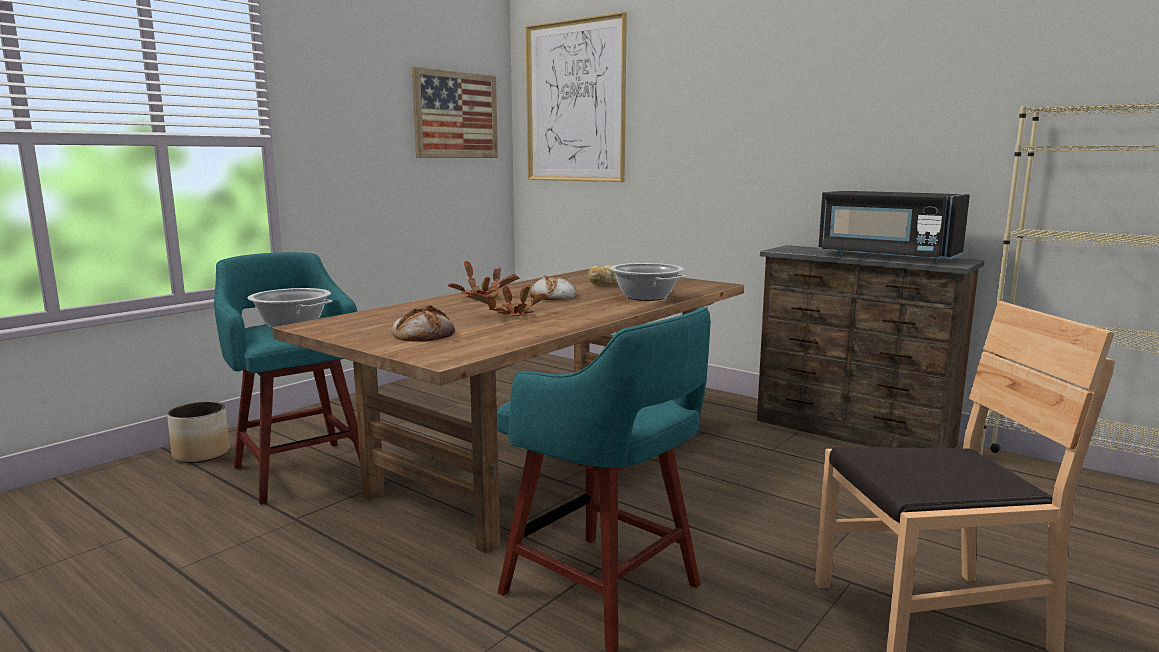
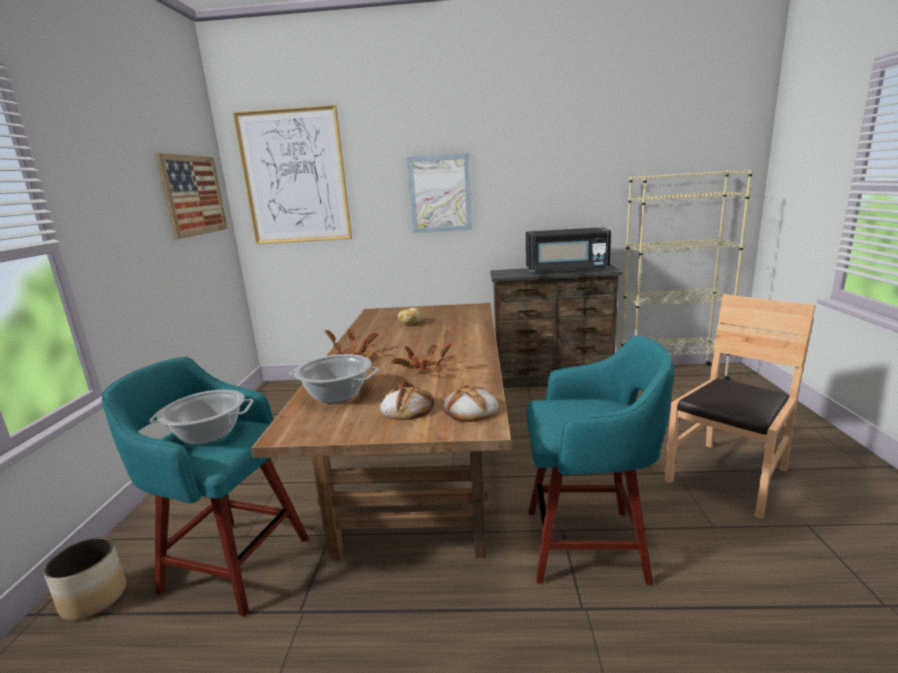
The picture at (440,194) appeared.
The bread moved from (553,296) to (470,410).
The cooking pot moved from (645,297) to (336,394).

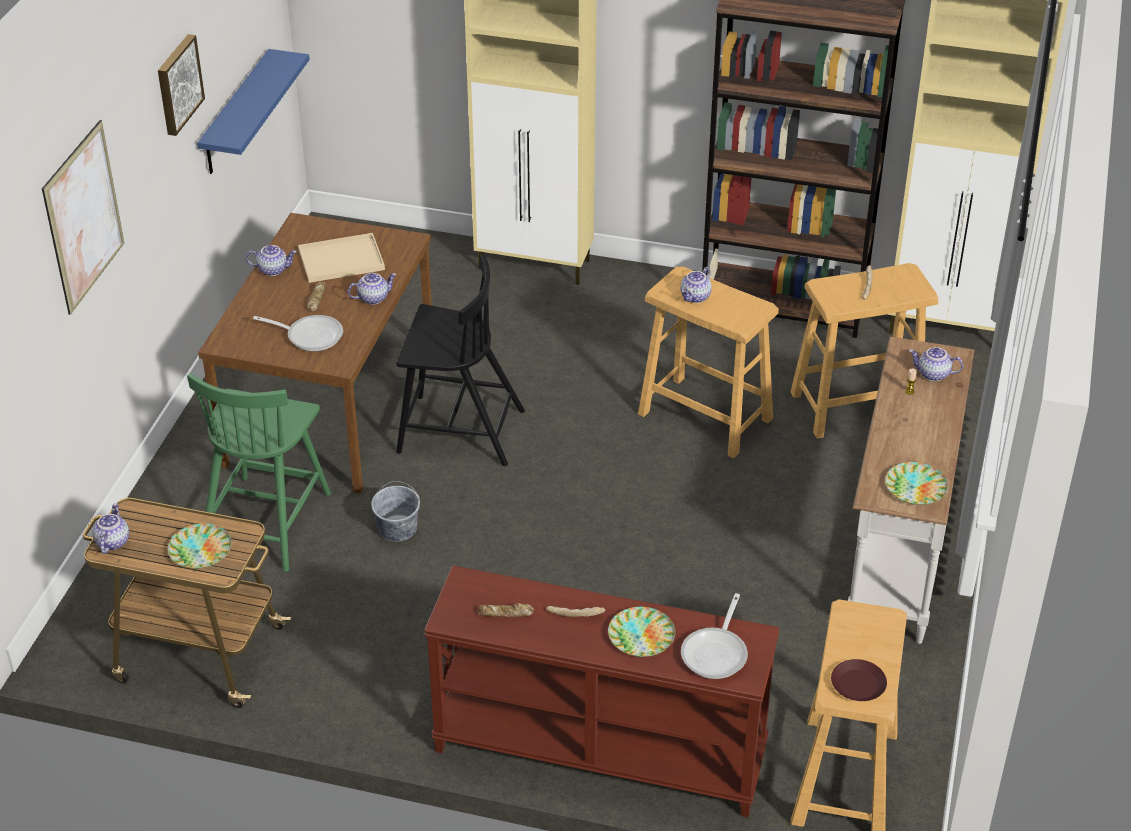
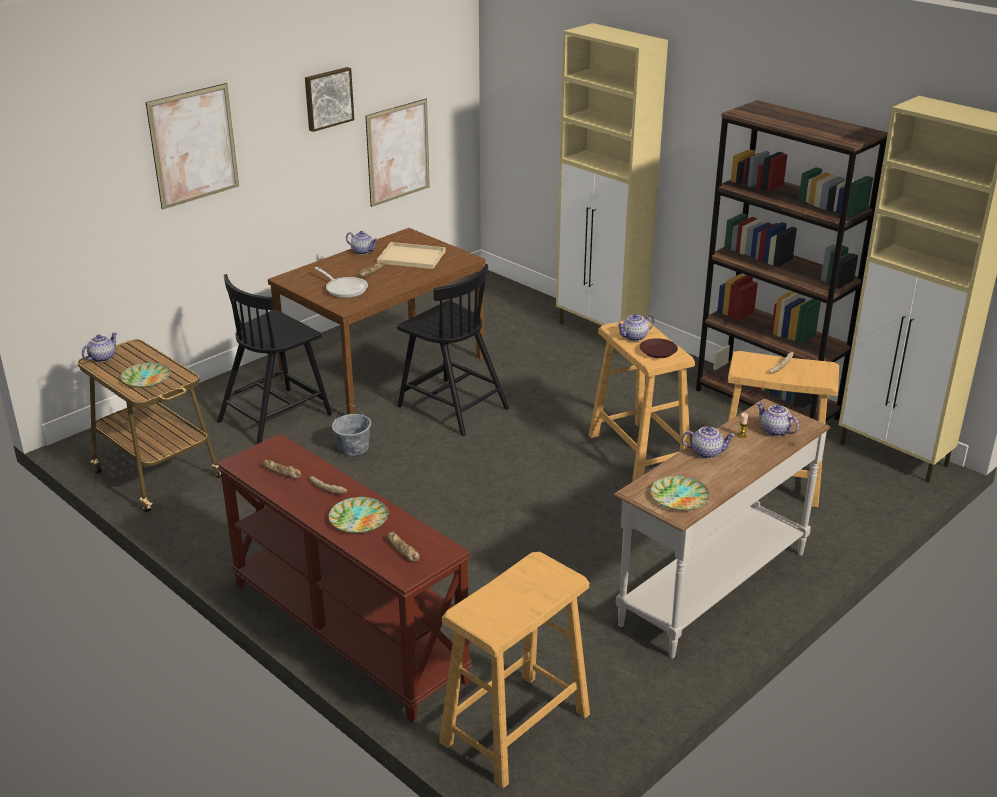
The teapot moved from (373,298) to (706,452).
The plate in brown moved from (857,685) to (657,351).
The shelf in blue at (236,114) was replaced by the picture at (398,152).
The frying pan at (716,652) was replaced by the bread at (402,550).
The chair in green at (266,521) became the chair in black at (276,417).

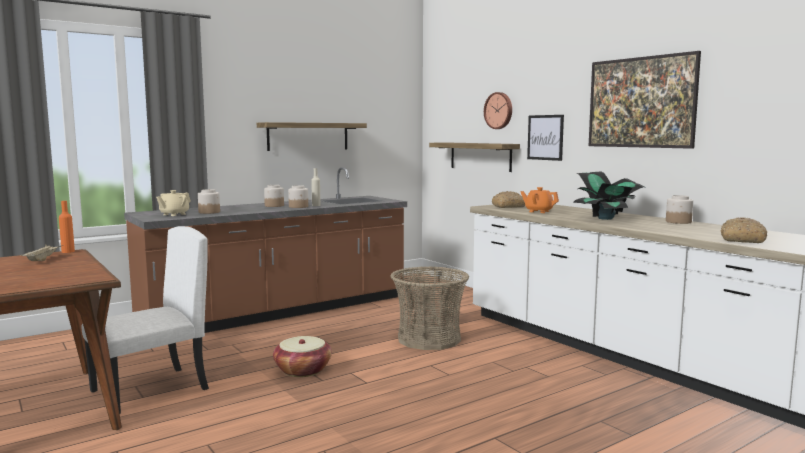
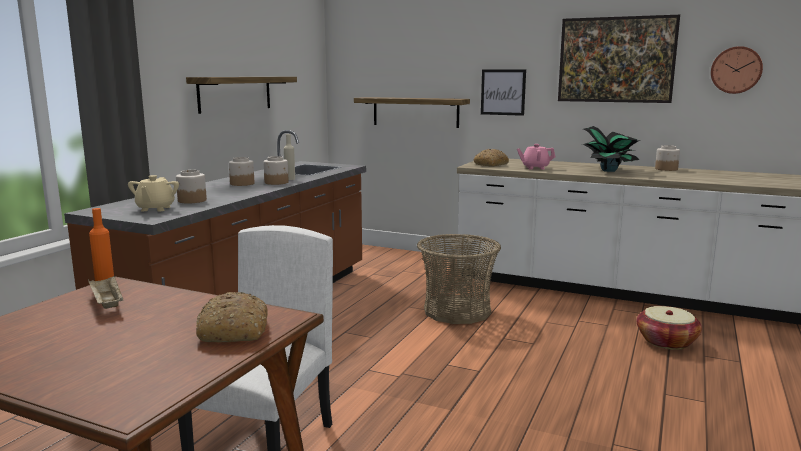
The basket moved from (303,370) to (666,341).
The wall clock moved from (499,110) to (736,70).
The bread moved from (741,239) to (233,330).
The teapot in orange at (538,211) became the teapot in pink at (535,168).

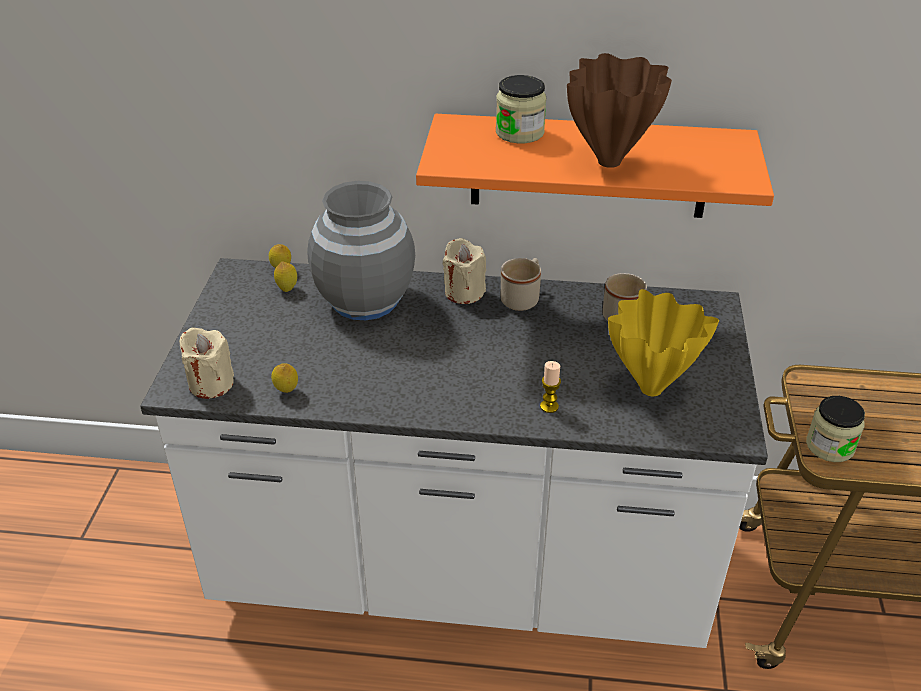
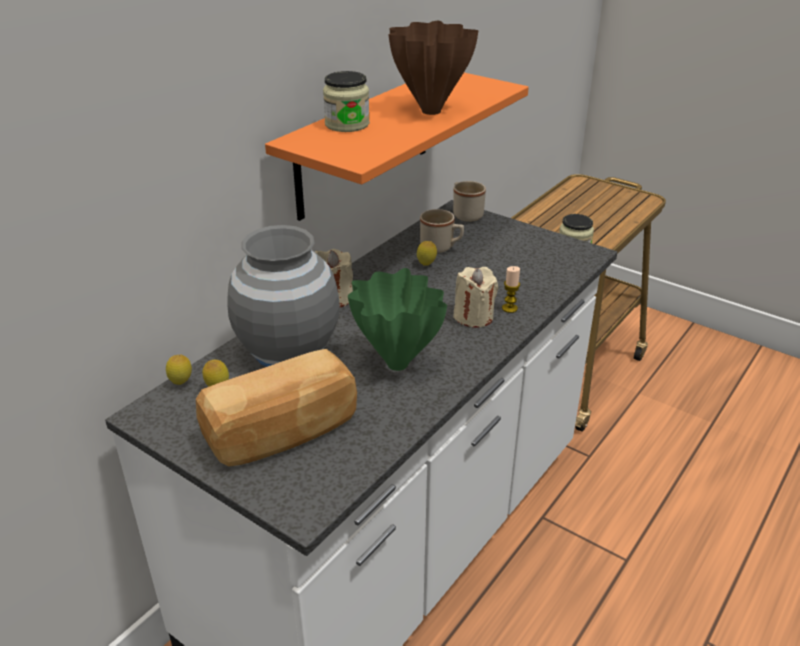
The vase in yellow at (649,389) disappeared.
The bread at (283,433) appeared.
The vase in green at (395,363) appeared.
The candle in beige moved from (211,384) to (473,317).
The lemon moved from (286,391) to (426,265).
The mug in beige moved from (522,298) to (465,214).

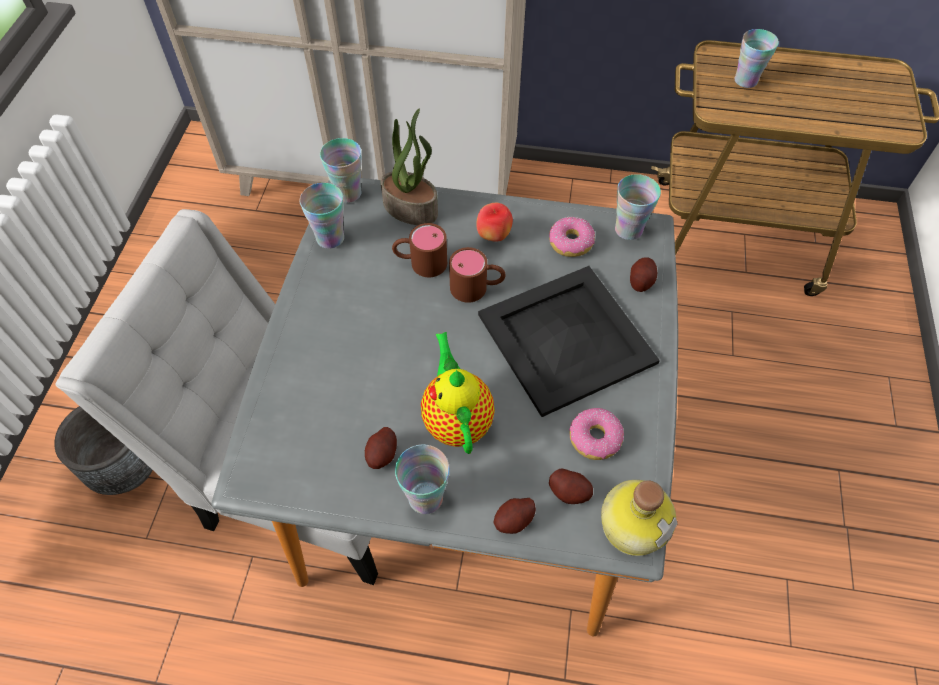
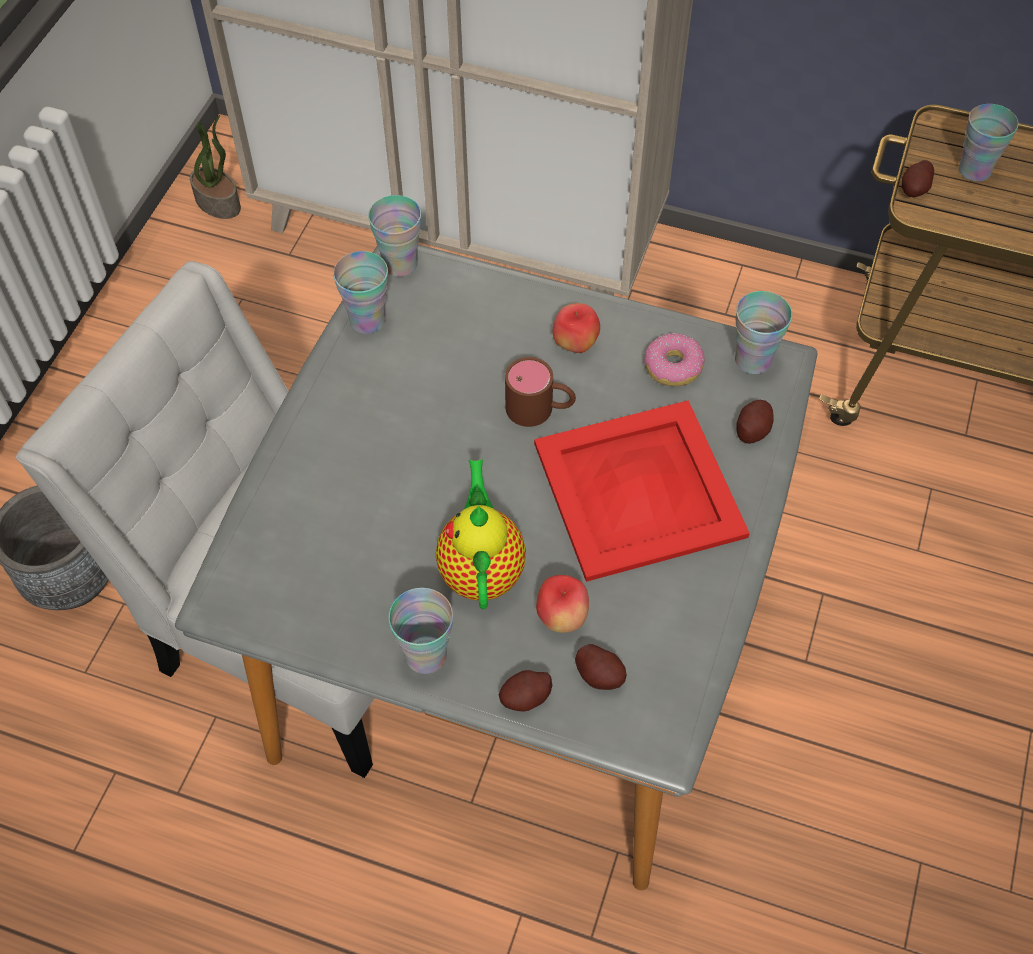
The mug in brown at (420,262) disappeared.
The donut at (595,438) disappeared.
The bottle at (633,523) disappeared.
The apple at (562,618) appeared.
The potato moved from (382,455) to (914,190).
The potted plant moved from (411,208) to (219,202).
The tray in black at (565,340) became the tray in red at (637,491).

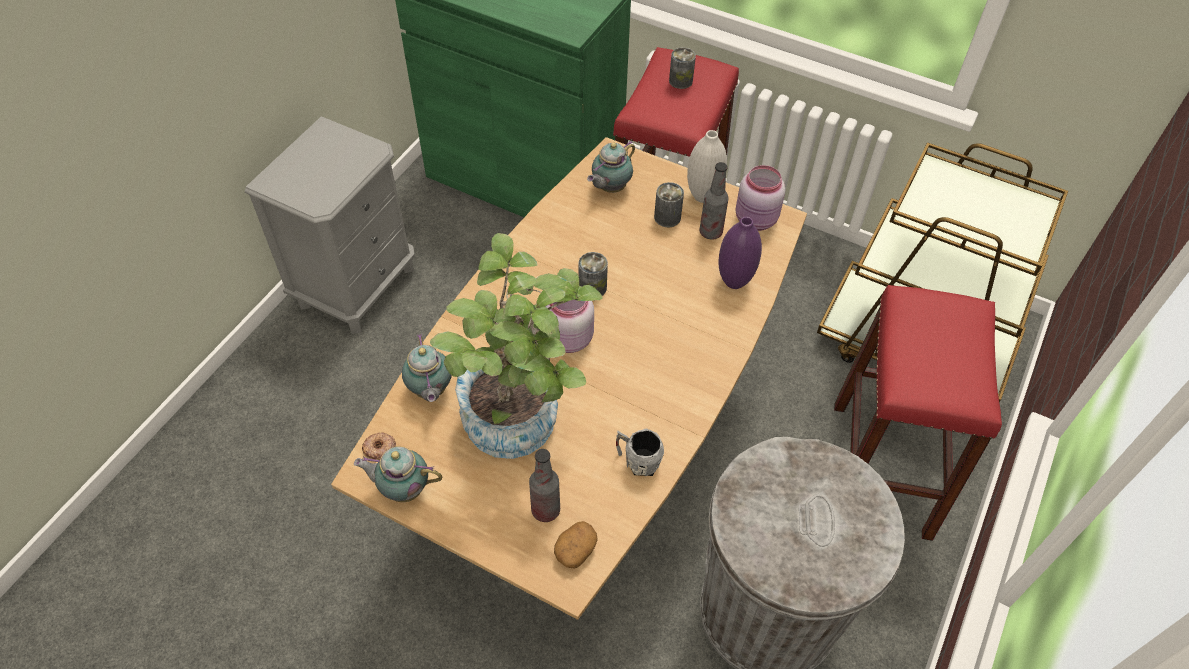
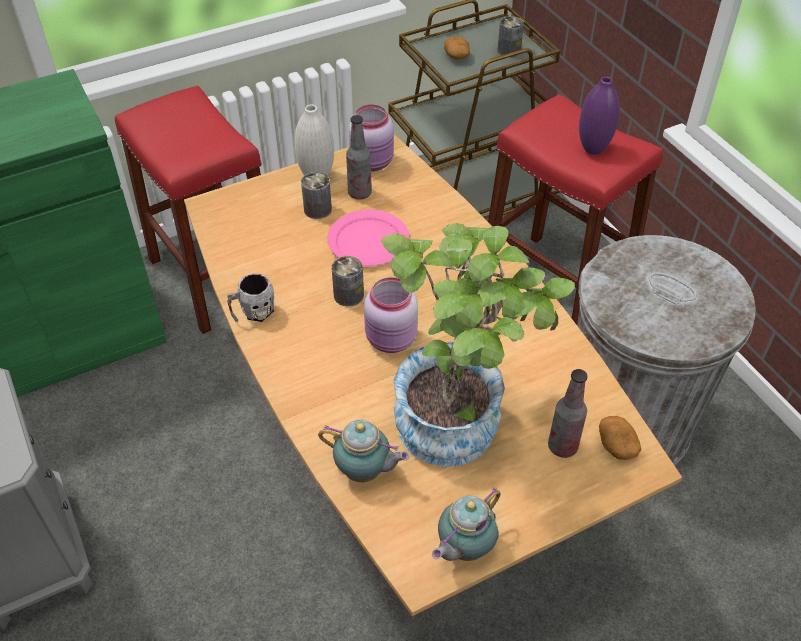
The donut at (379,448) disappeared.
The teapot at (610,188) disappeared.
The plate in pink at (368,241) appeared.
The potato at (457,56) appeared.
The mug in grey moved from (637,461) to (253,313).
The can moved from (680,81) to (509,50).
The vase in purple moved from (734,282) to (593,149).

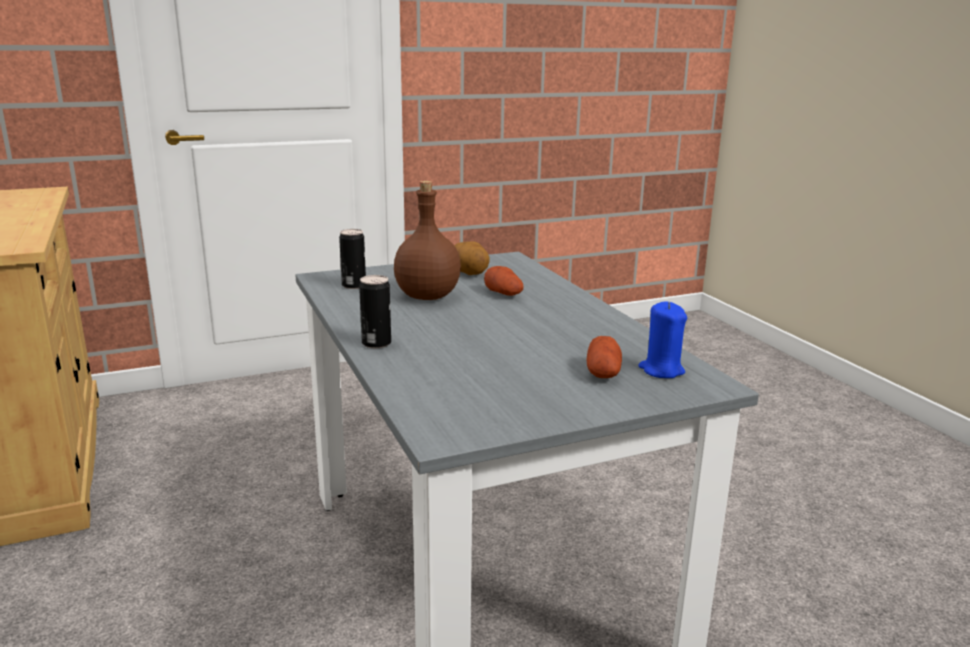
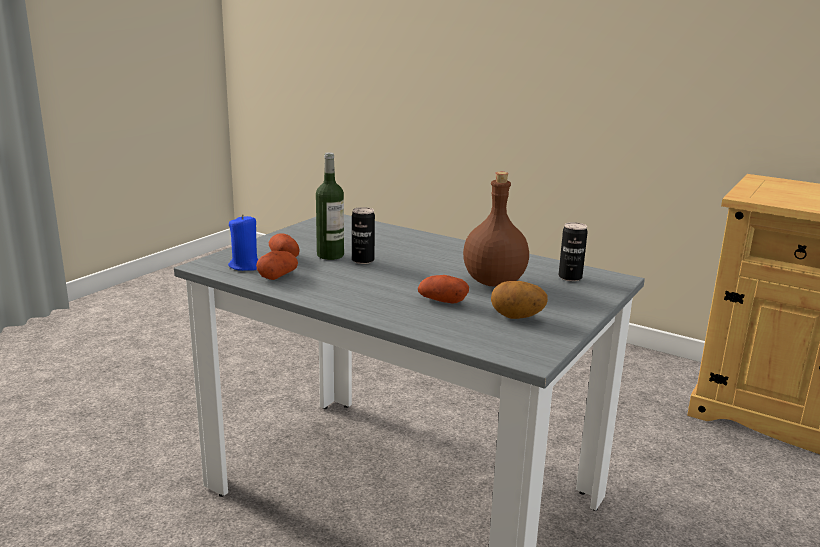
The potato at (277,276) appeared.
The bottle at (330,255) appeared.
The can moved from (376,343) to (363,260).

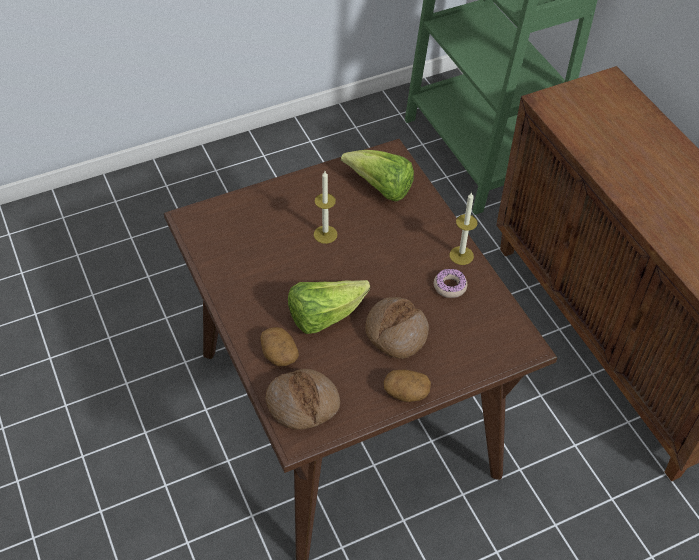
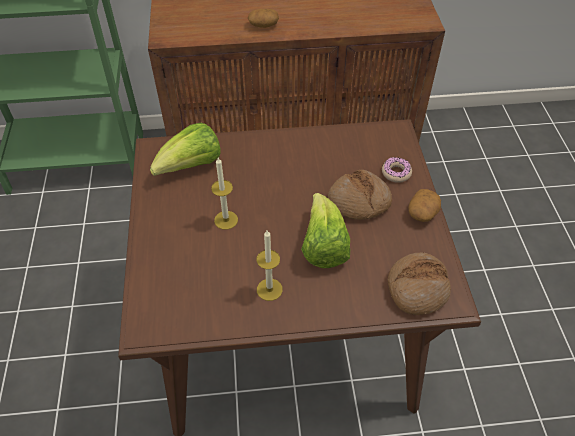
The potato moved from (279,353) to (263,25).
The donut moved from (450,286) to (396,173).
The candle moved from (461,255) to (269,289).

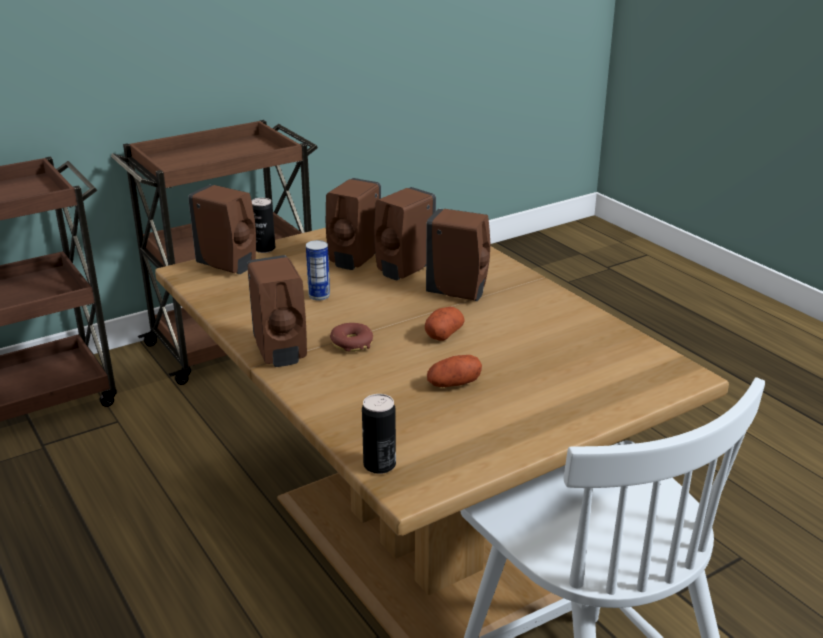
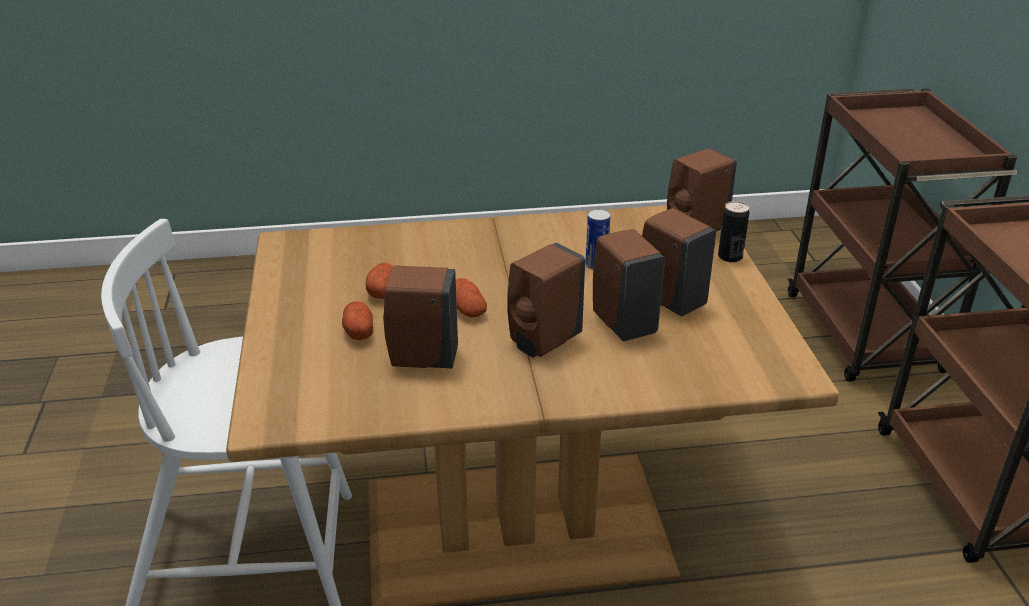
The donut at (351,344) disappeared.
The can at (379,465) disappeared.
The potato at (358,331) appeared.
The soap dispenser in brown moved from (280,353) to (421,359).

